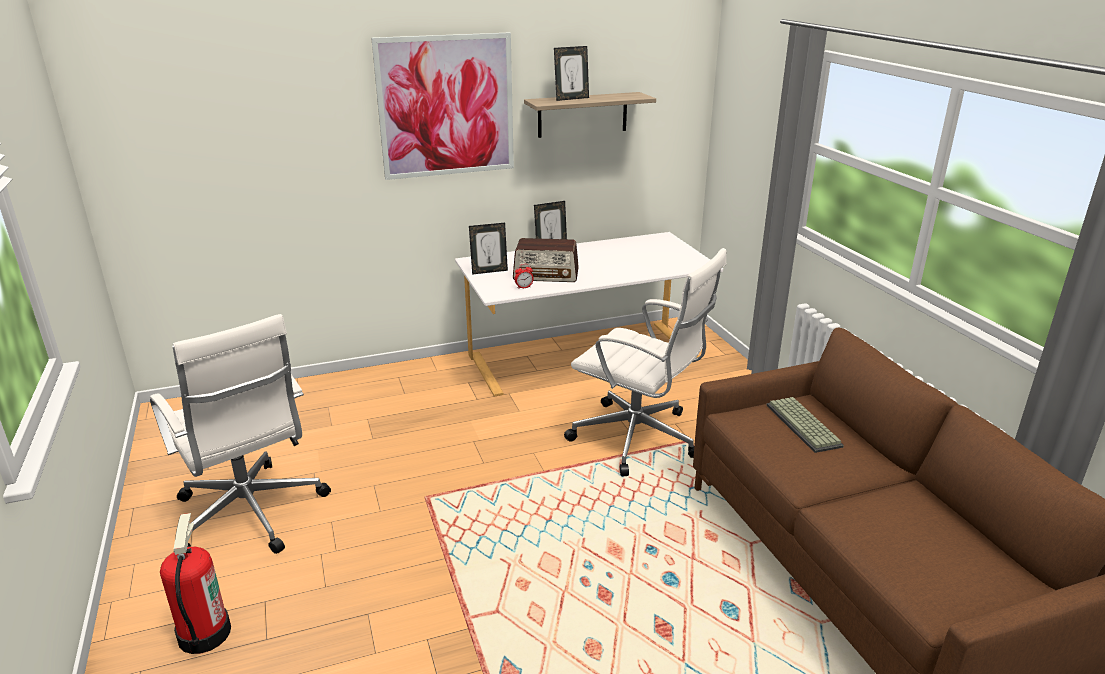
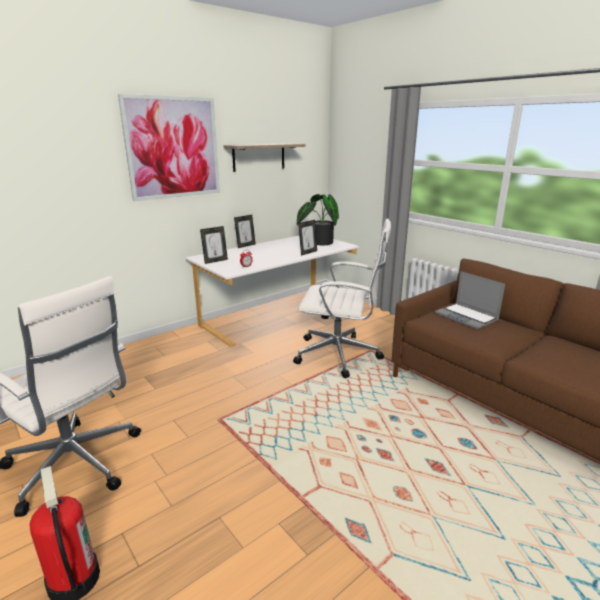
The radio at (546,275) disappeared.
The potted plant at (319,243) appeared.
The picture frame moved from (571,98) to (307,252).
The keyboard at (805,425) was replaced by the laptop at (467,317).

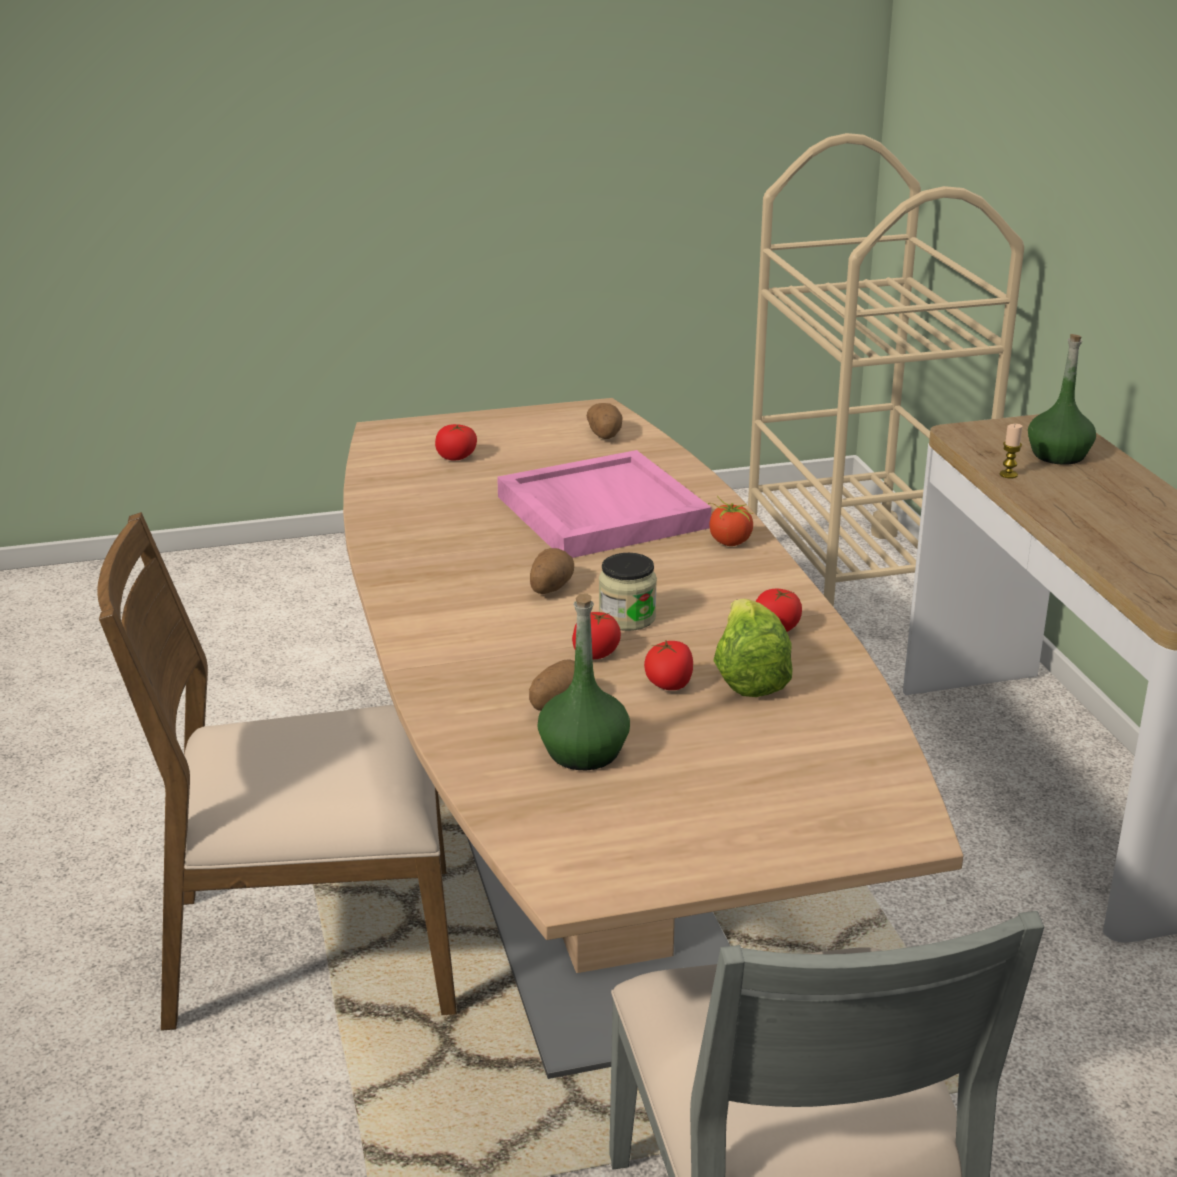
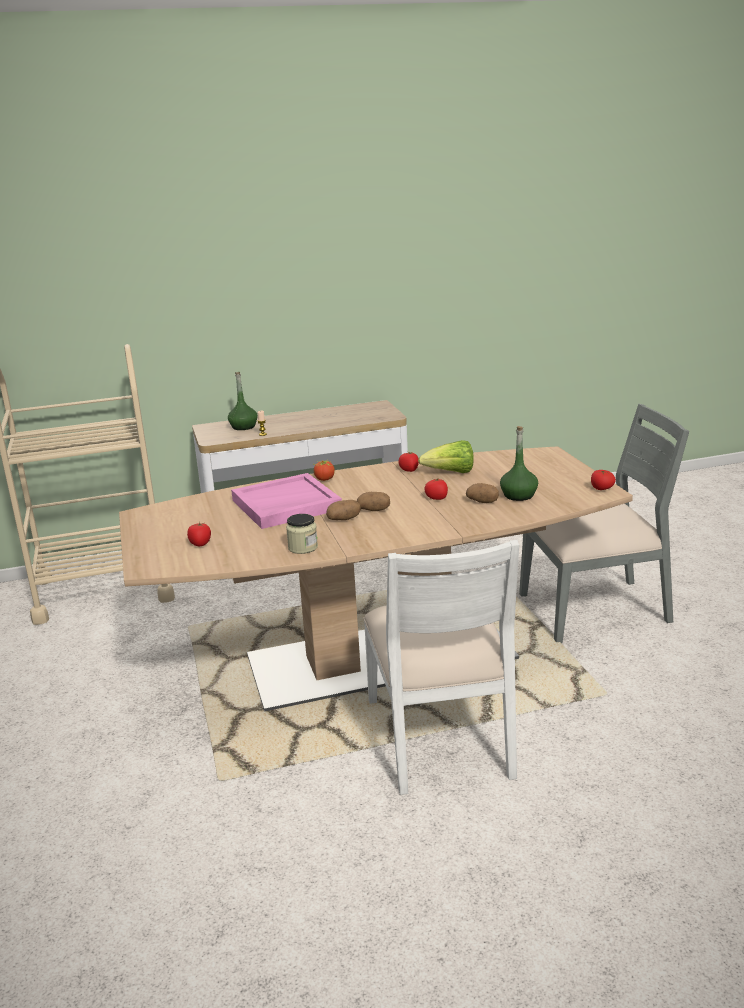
The potato moved from (605,435) to (344,519).
The jar moved from (627,618) to (303,547).
The tomato moved from (669,684) to (602,489).
The chair in brown at (309,949) became the chair in white at (441,737).

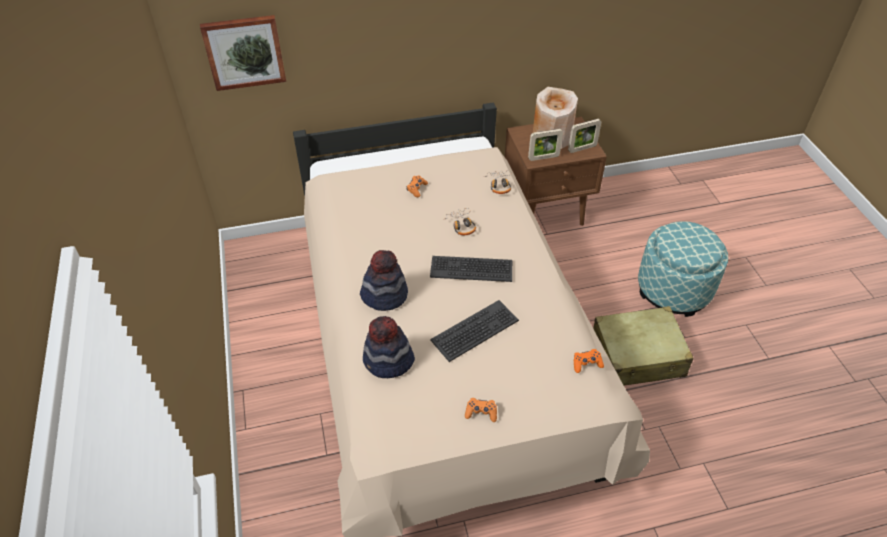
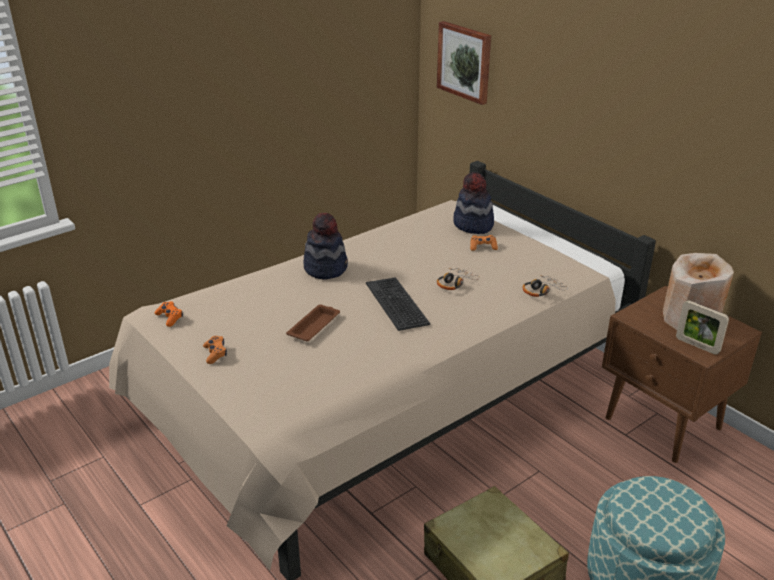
The picture frame at (543,157) disappeared.
The hat moved from (388,361) to (473,225).
The game controller in orange moved from (586,363) to (170,317).
The keyboard at (475,331) was replaced by the tray in brown at (314,326).

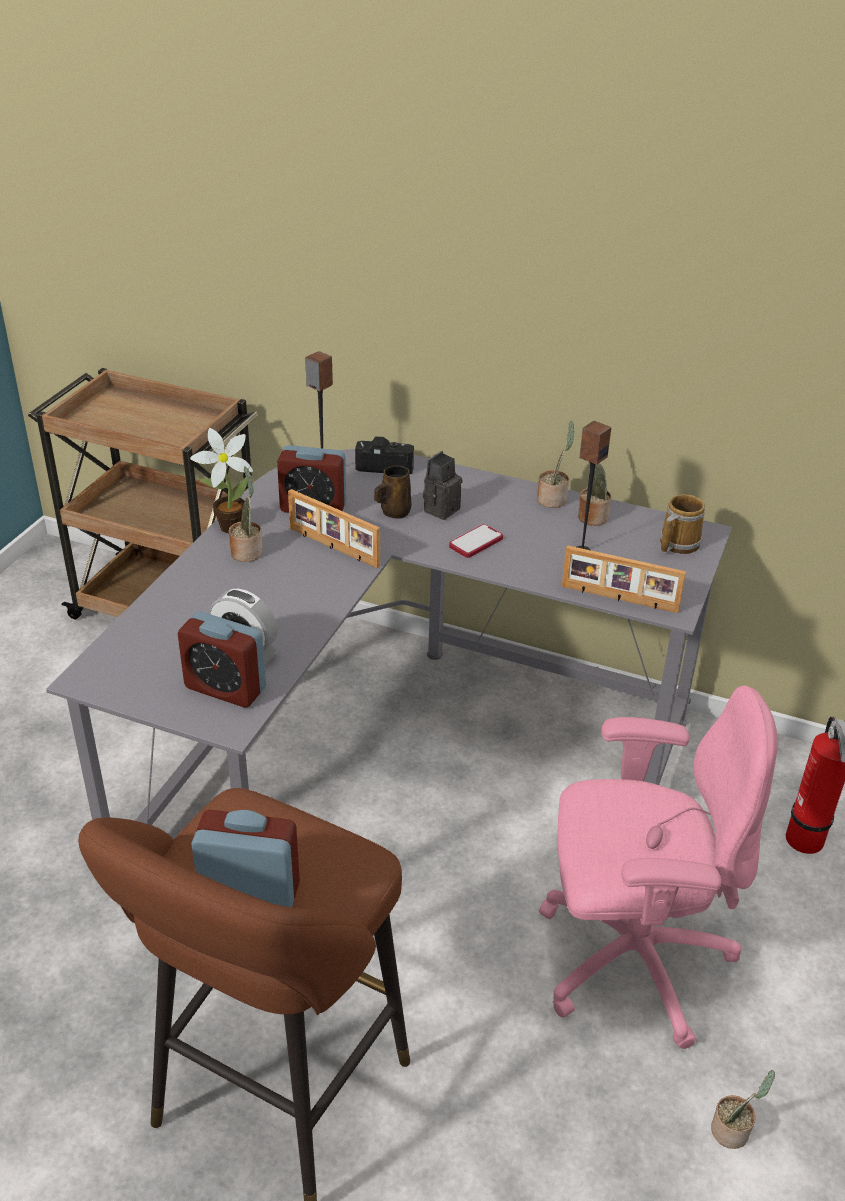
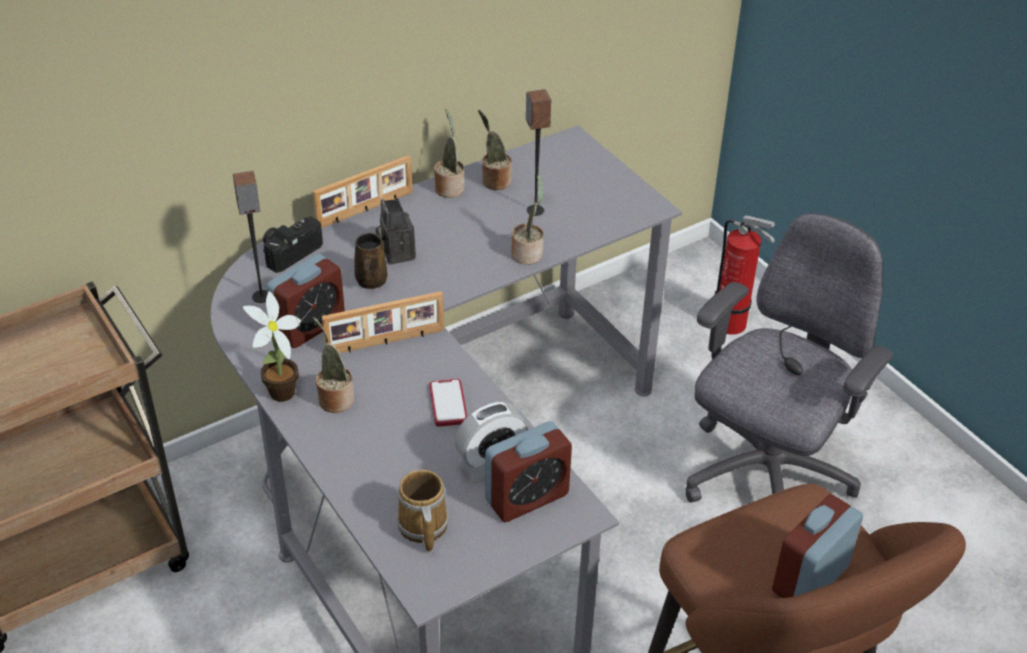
The phone moved from (476,542) to (448,404).
The picture frame moved from (619,599) to (366,210).
The mug moved from (676,543) to (421,527).
The potted plant moved from (733,1131) to (528,253).
The office chair in pink at (630,958) became the office chair in grey at (764,478).

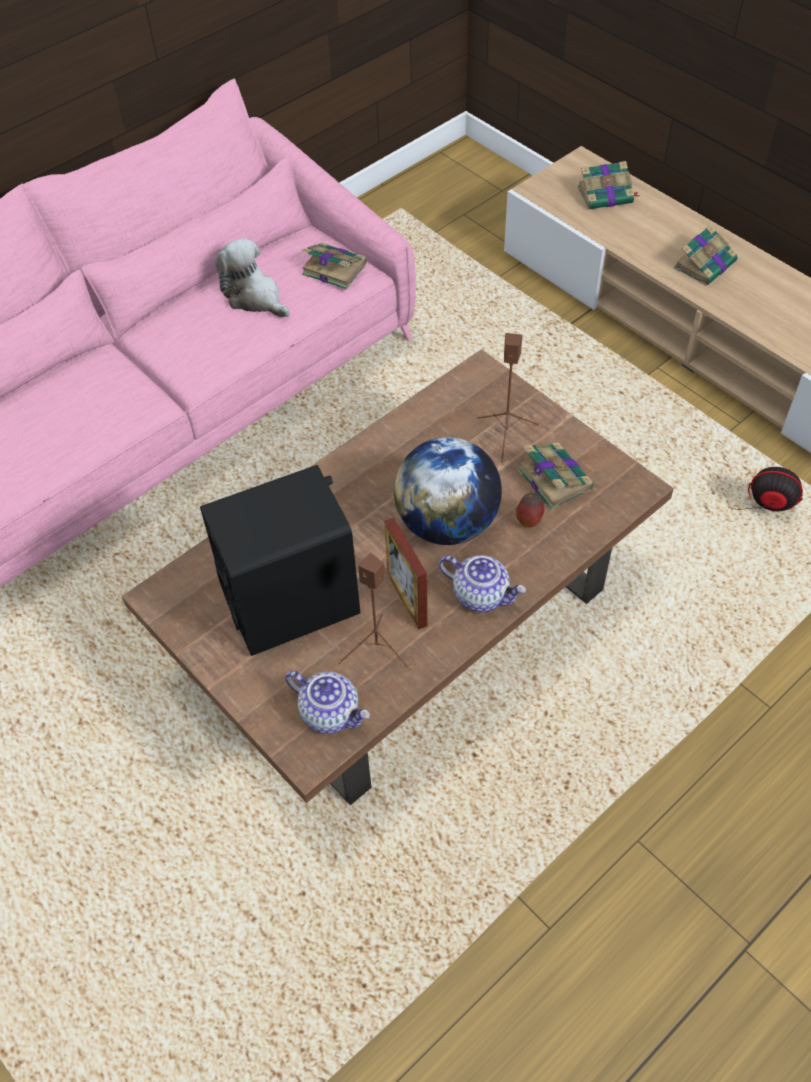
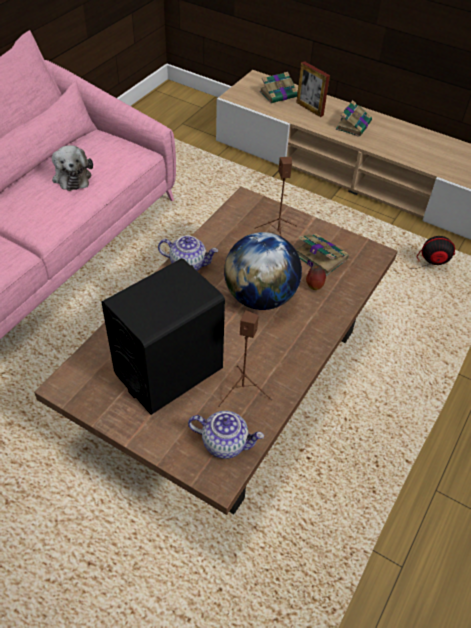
The book at (333,269) disappeared.
The picture frame moved from (407,600) to (309,109).
The teapot moved from (481,595) to (188,264).
The plush toy at (255,297) turned 135 degrees counterclockwise.

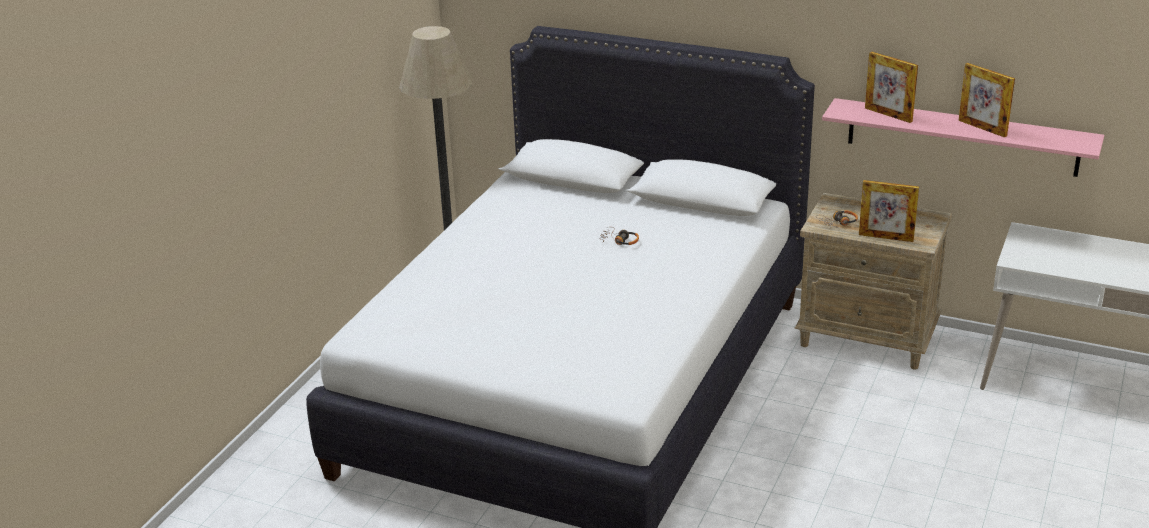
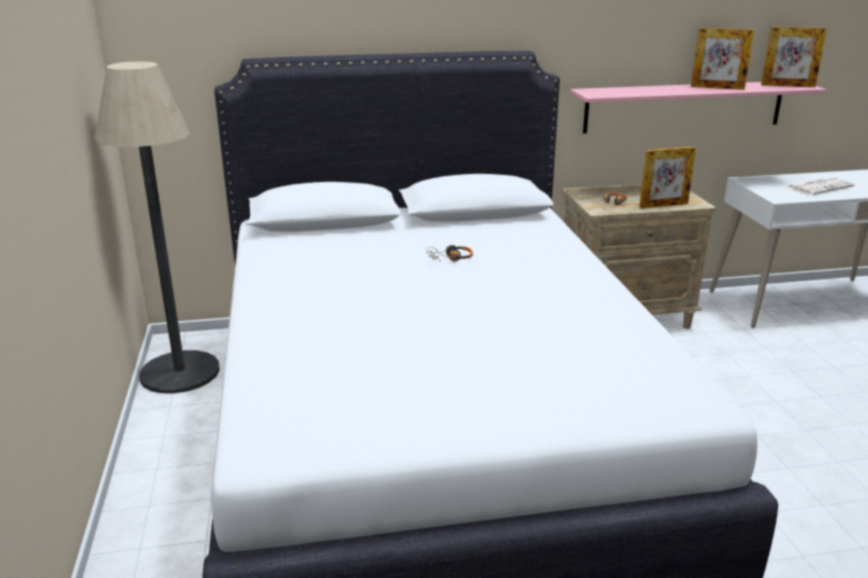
The newspaper at (820,187) appeared.
The picture frame moved from (888,115) to (788,86).

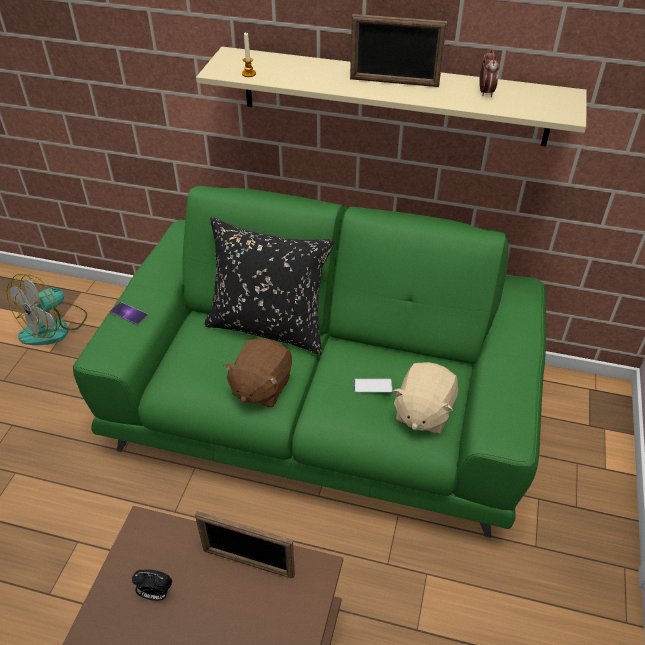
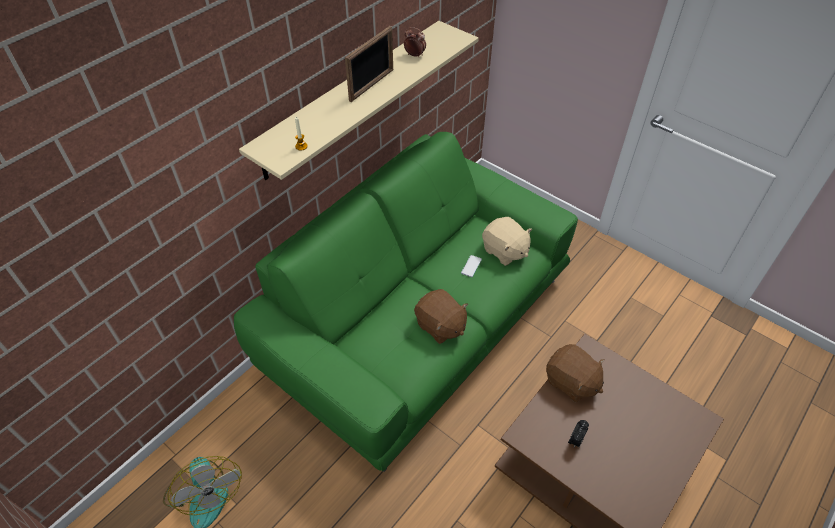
The phone at (128,313) disappeared.
The pillow in black at (269,326) disappeared.
The picture frame at (248,562) was replaced by the plush toy in brown at (571,382).

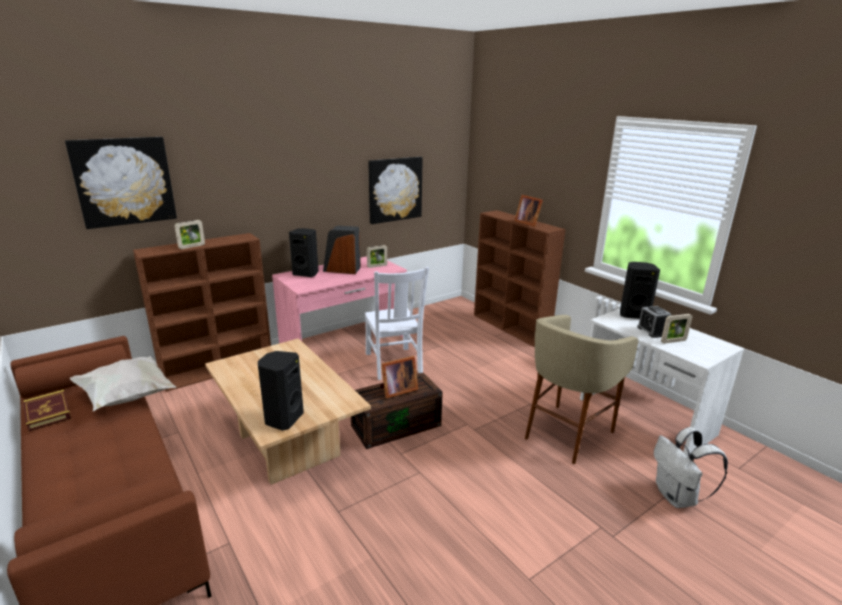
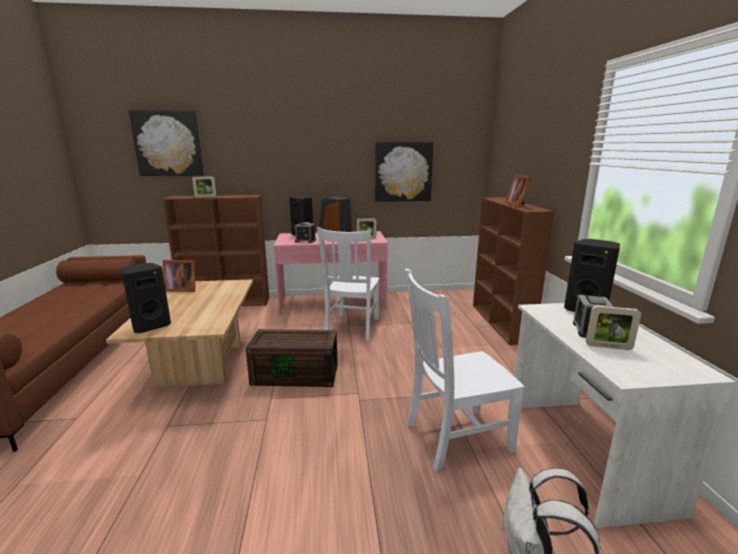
The book at (48,413) disappeared.
The pillow in white at (128,398) disappeared.
The alarm clock at (305,241) appeared.
The picture frame moved from (397,390) to (181,289).
The stool in beige at (567,434) was replaced by the chair in white at (454,437).

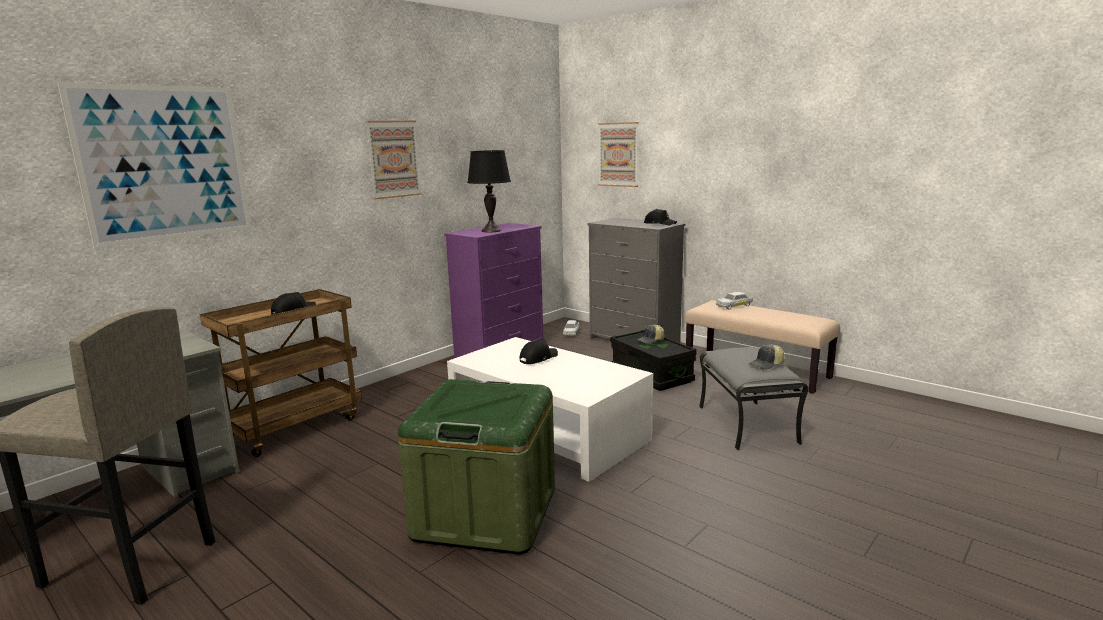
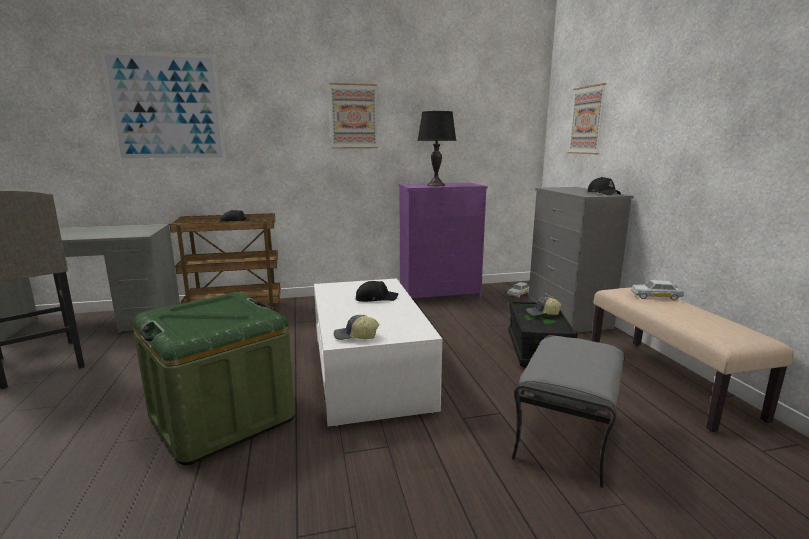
The cap moved from (767,365) to (355,337).

